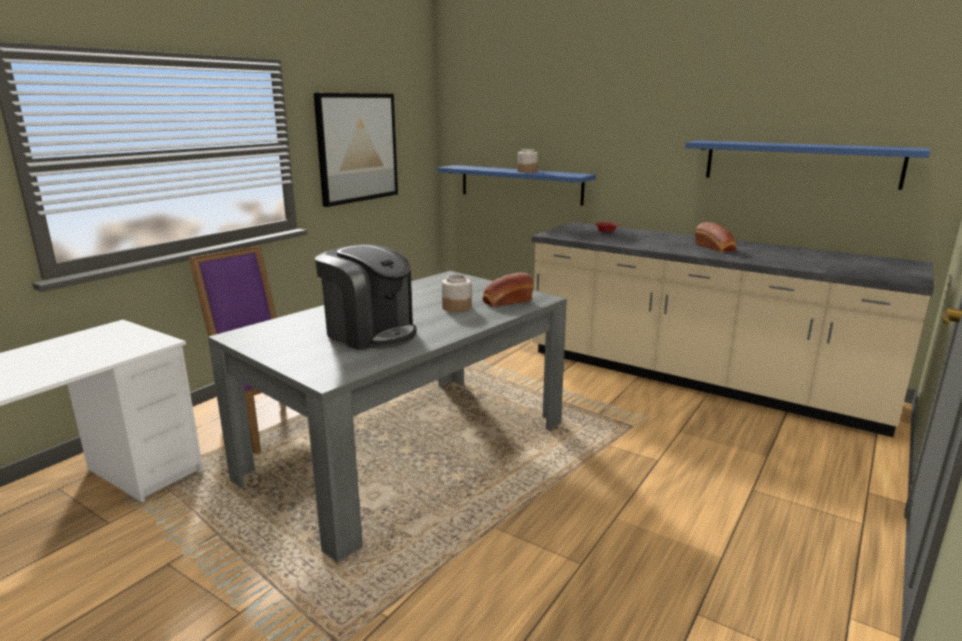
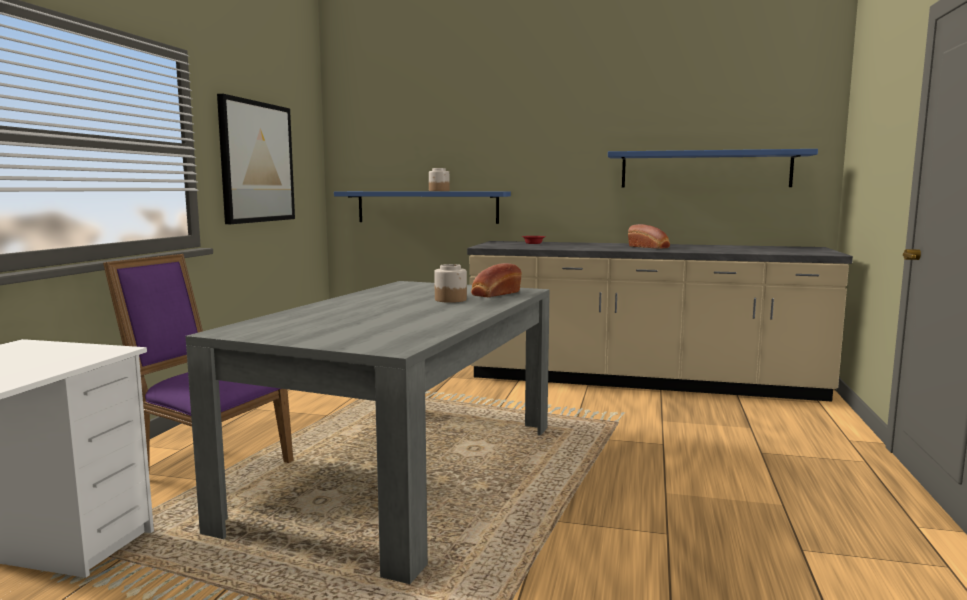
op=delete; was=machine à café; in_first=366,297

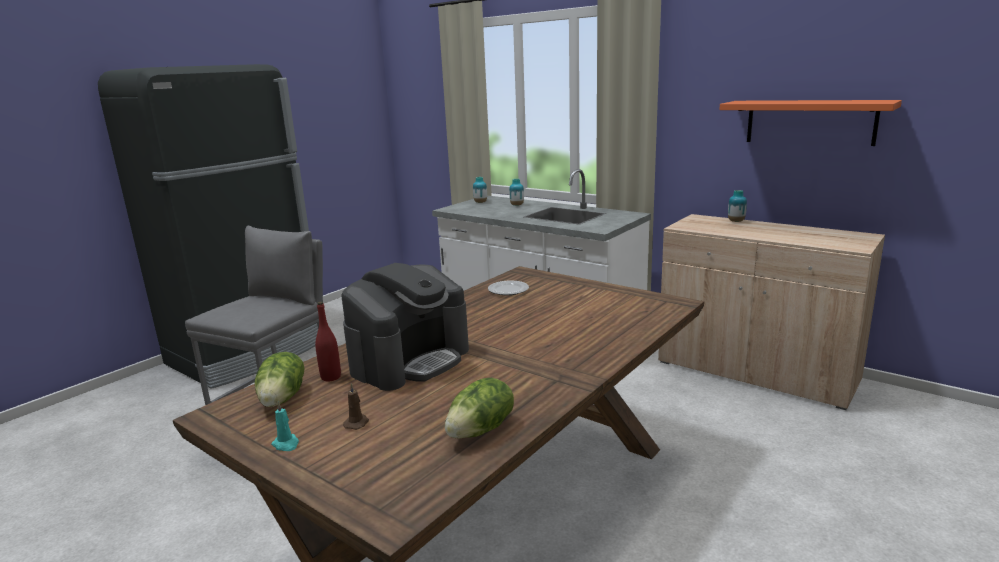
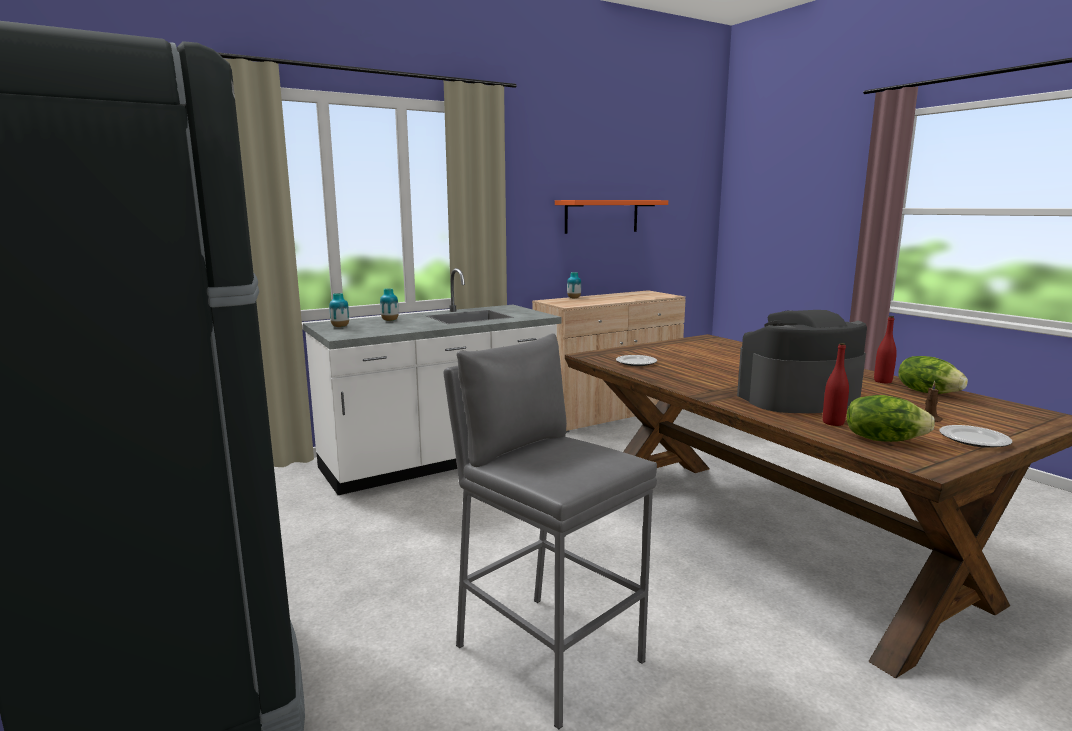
op=insert; now=bouteille [rouge]; in_second=885,349
op=replace; was=bougie [turquoise]; now=assiette; in_first=285,426; in_second=975,436
op=rotate; was=machine à café; in_first=405,327; in_second=802,361; clockwise=-75

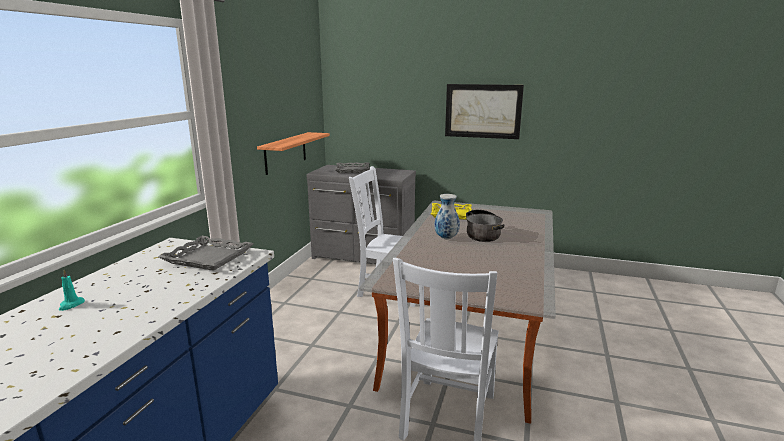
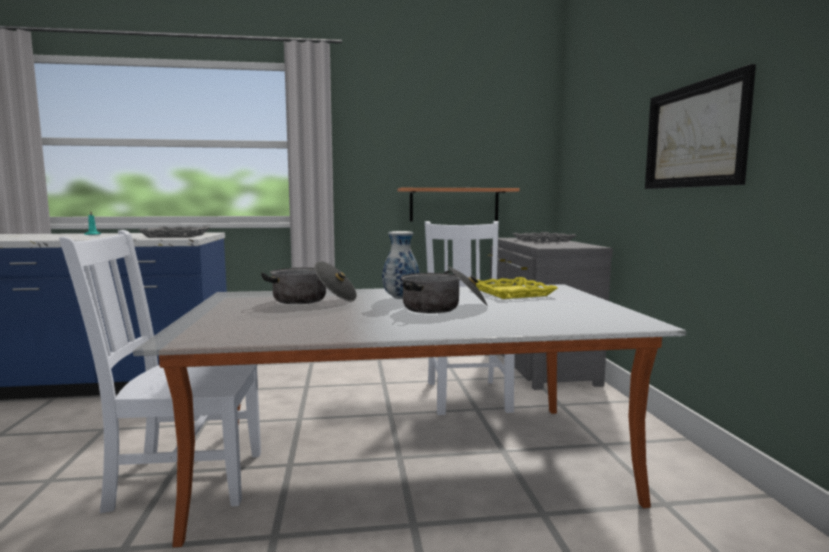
op=insert; now=marmite; in_second=309,282

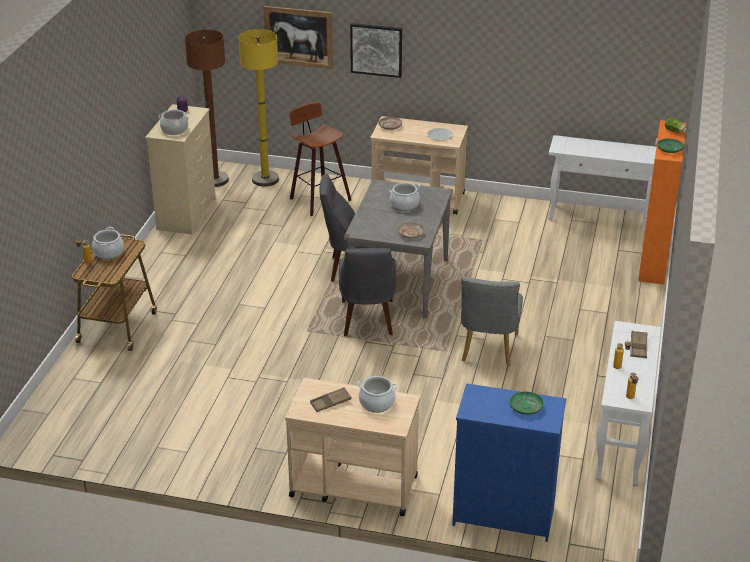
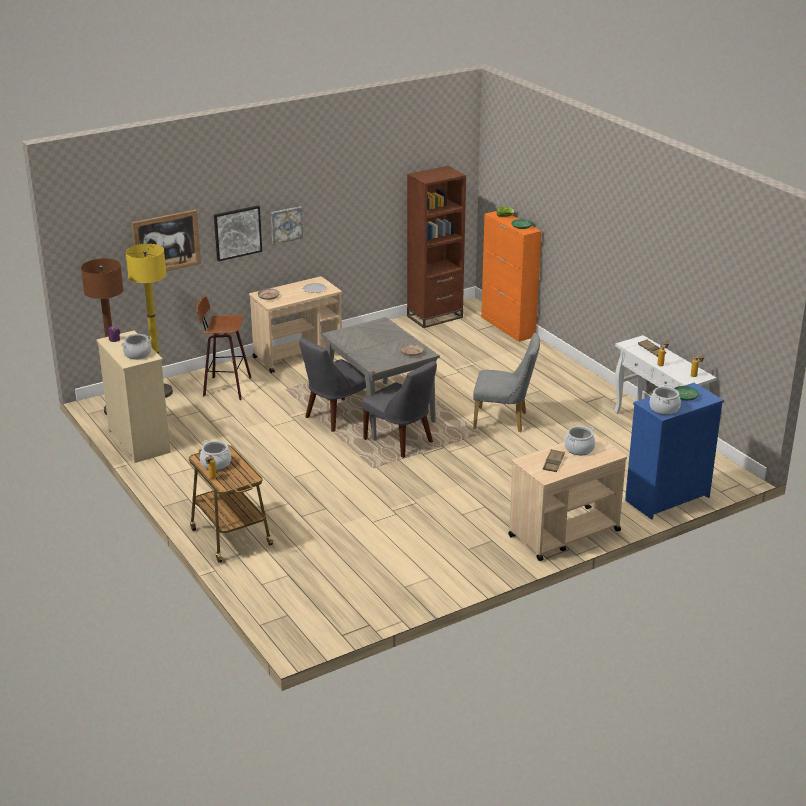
op=insert; now=tableau; in_second=287,225
op=move; was=marmite; in_first=405,197; in_second=665,399
op=replace; was=table console [blanc]; now=bibliothèque [marron]; in_first=602,183; in_second=436,247
op=rotate; was=chaise [gris]; in_first=492,321; in_second=506,382; clockwise=-45

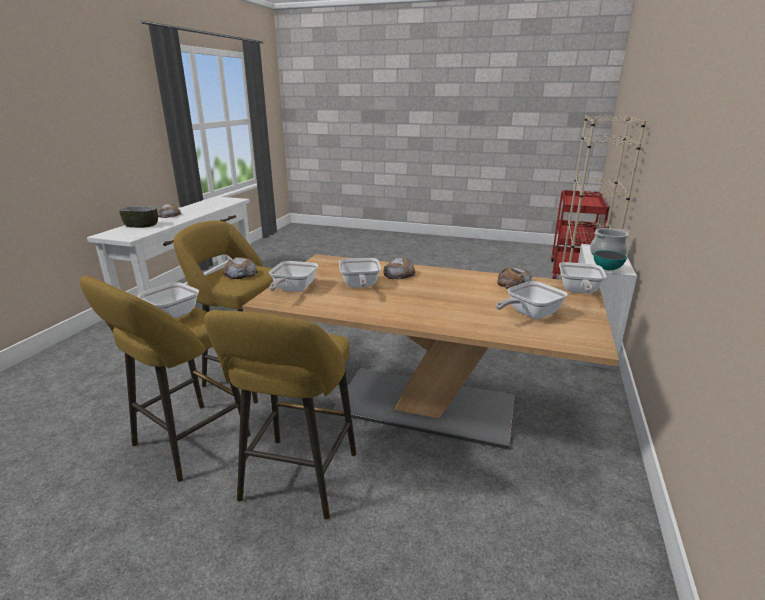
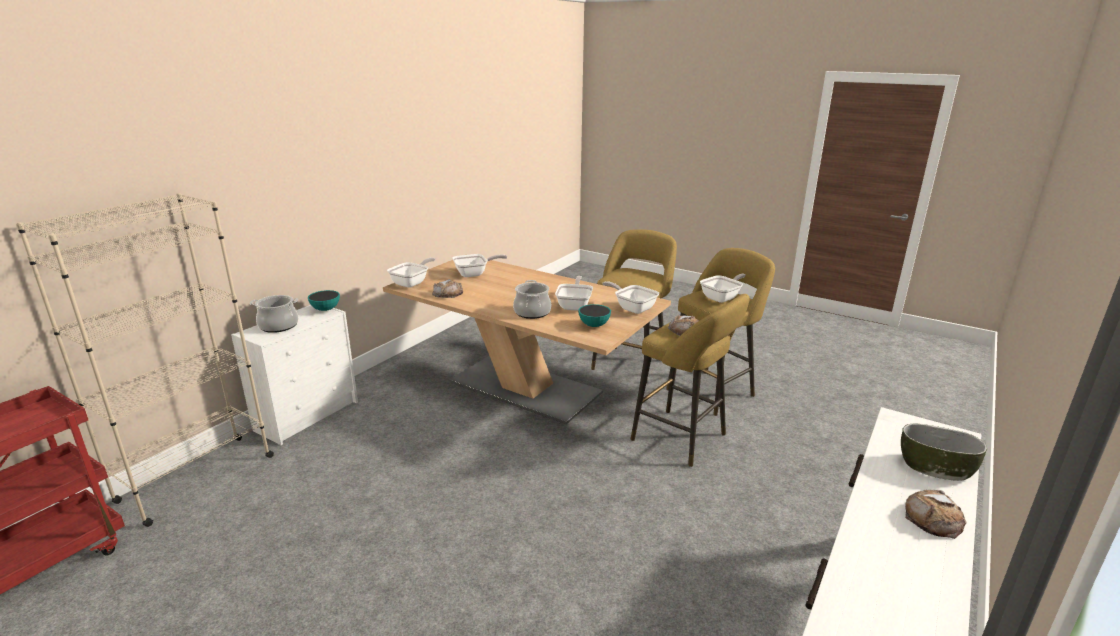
op=insert; now=bol; in_second=594,315
op=replace; was=pain; now=marmite; in_first=399,269; in_second=532,299
op=rotate; was=poêle; in_first=293,276; in_second=631,297; clockwise=-75

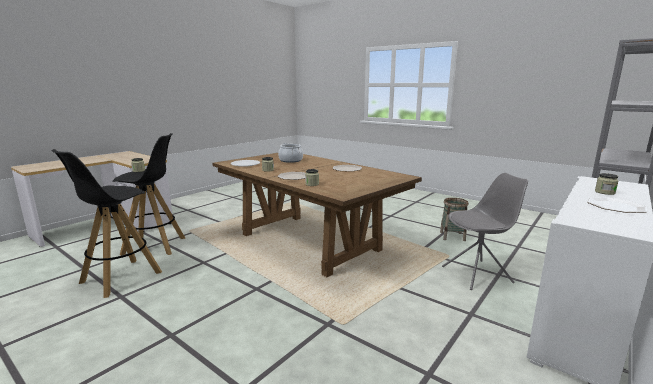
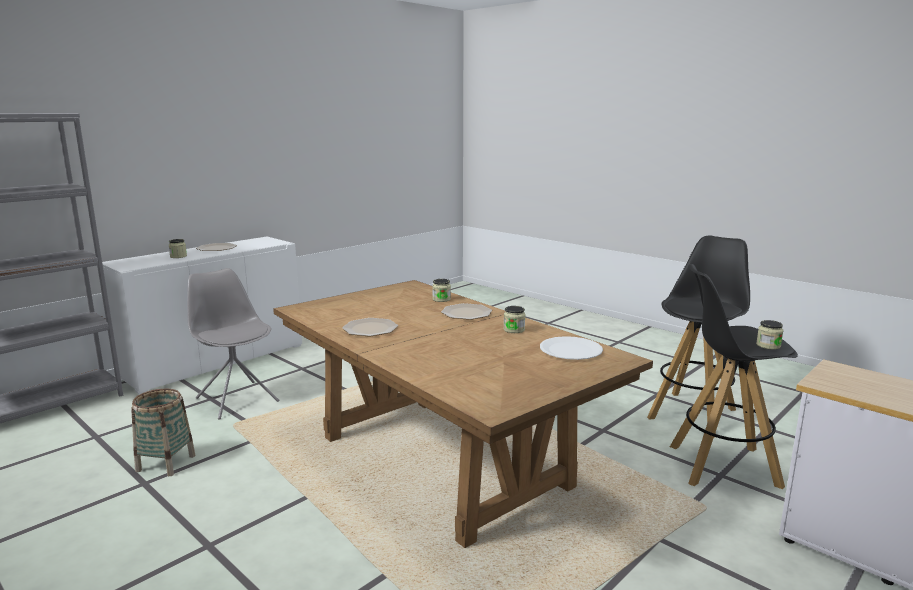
op=delete; was=marmite; in_first=290,153
op=rotate; was=chaise [gris]; in_first=485,231; in_second=233,344; clockwise=60

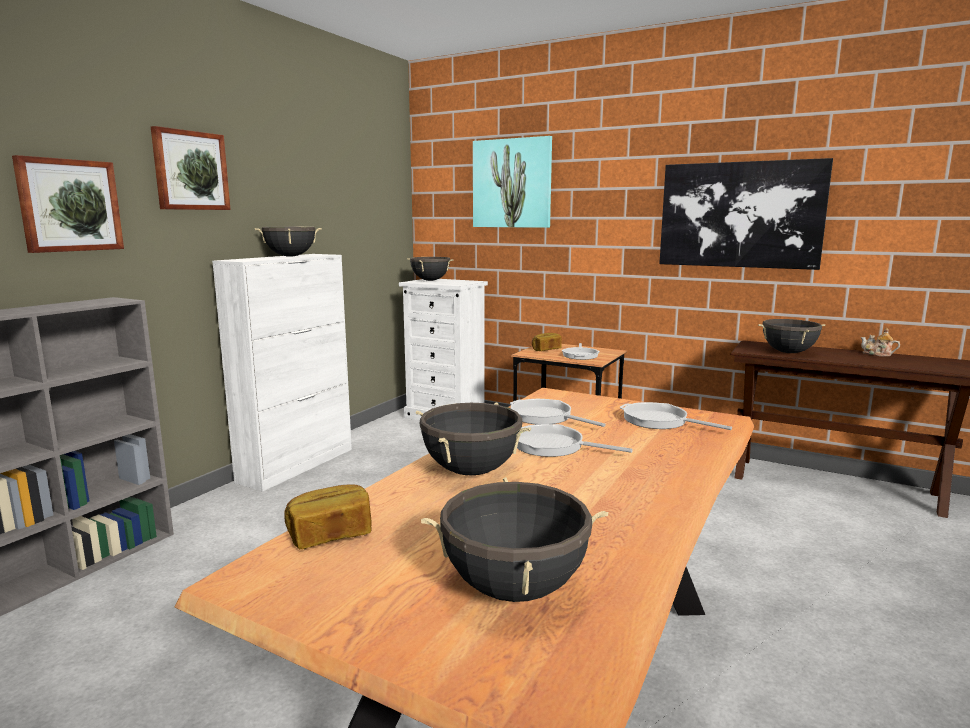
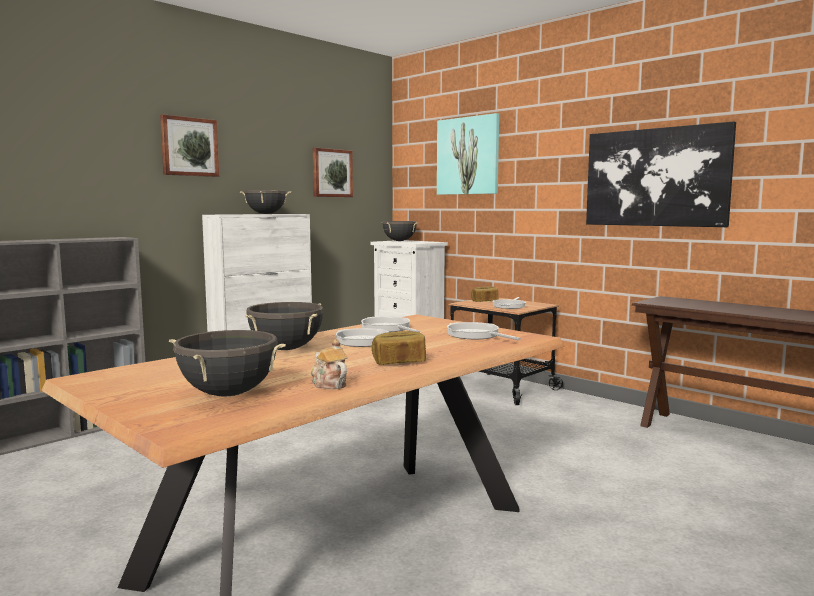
op=delete; was=marmite [noir]; in_first=791,336
op=move; was=tableau; in_first=68,204; in_second=333,172
op=move; was=pain; in_first=327,517; in_second=399,348
op=move; was=théière; in_first=880,342; in_second=329,364

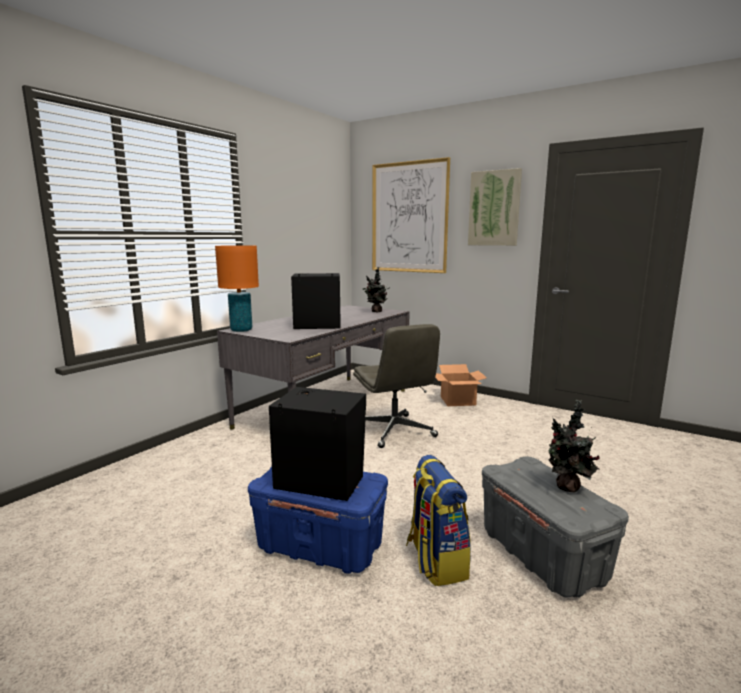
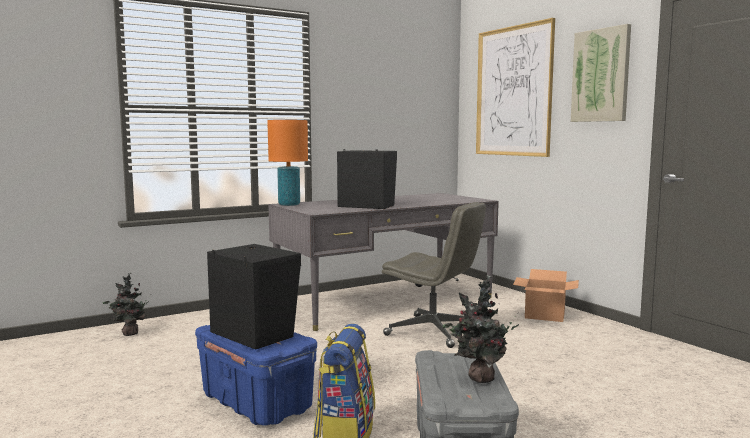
op=move; was=plante en pot; in_first=376,289; in_second=126,304
op=rotate; was=chaise de bureau [gris]; in_first=396,386; in_second=434,275; clockwise=-60

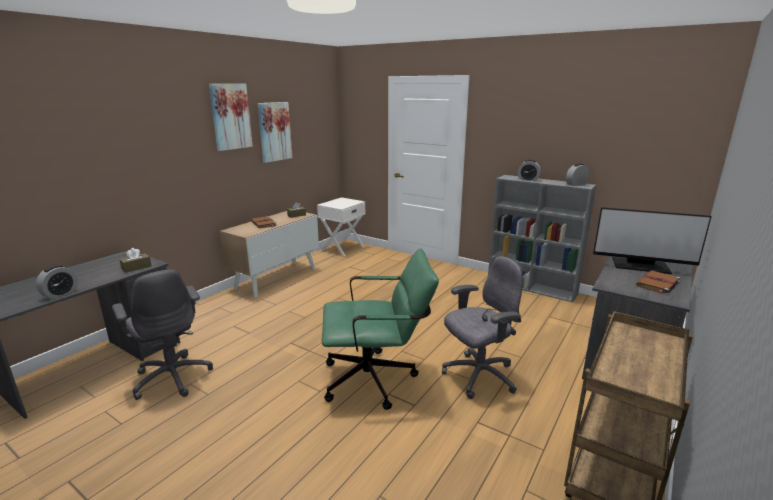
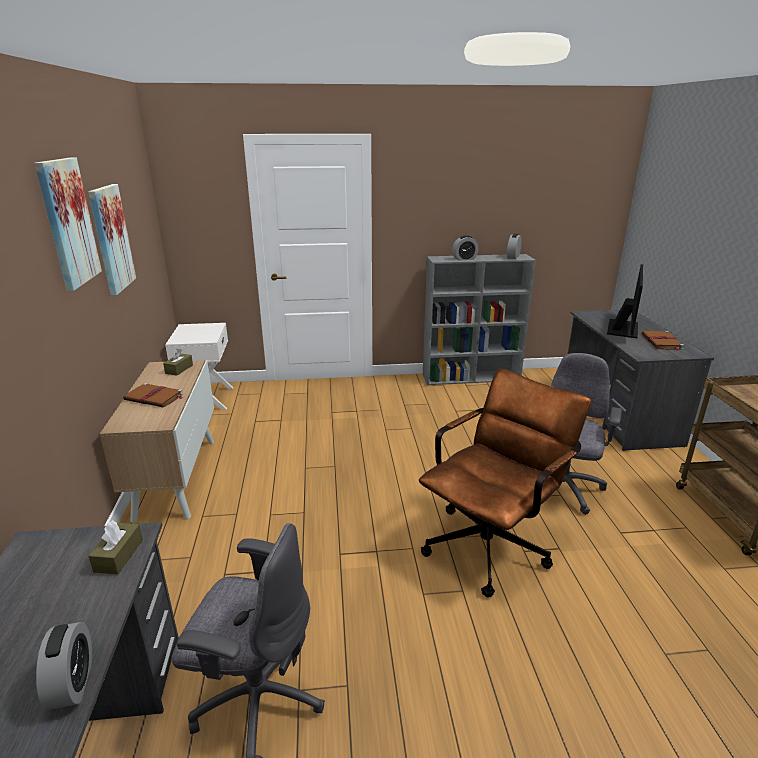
op=recolor; was=chaise de bureau [vert]; now=chaise de bureau [marron]; in_first=380,329; in_second=505,482
op=rotate; was=écran d'ordinateur; in_first=652,240; in_second=625,301; clockwise=-45

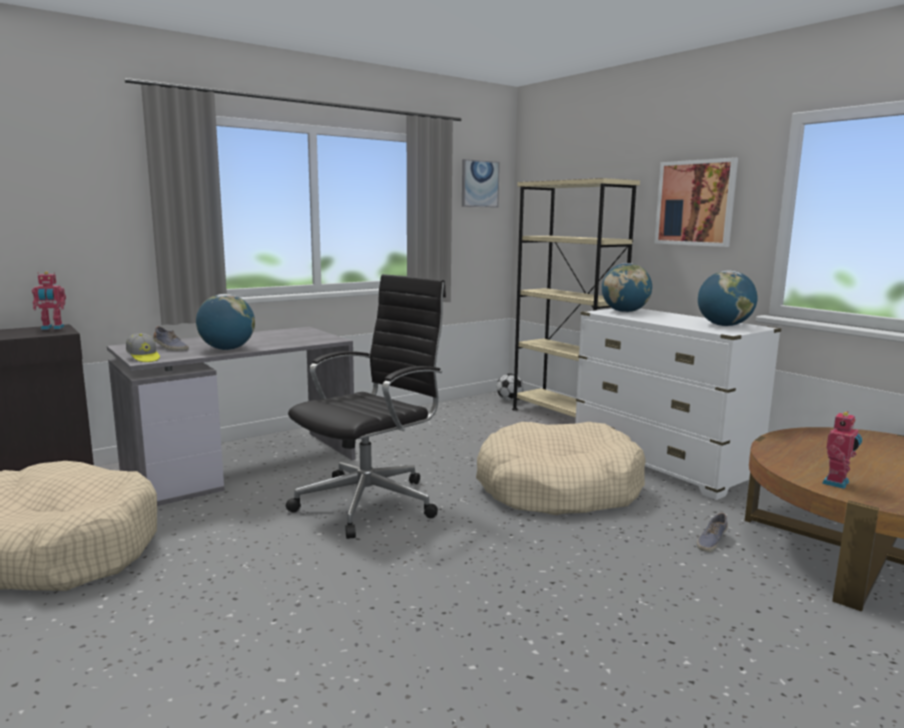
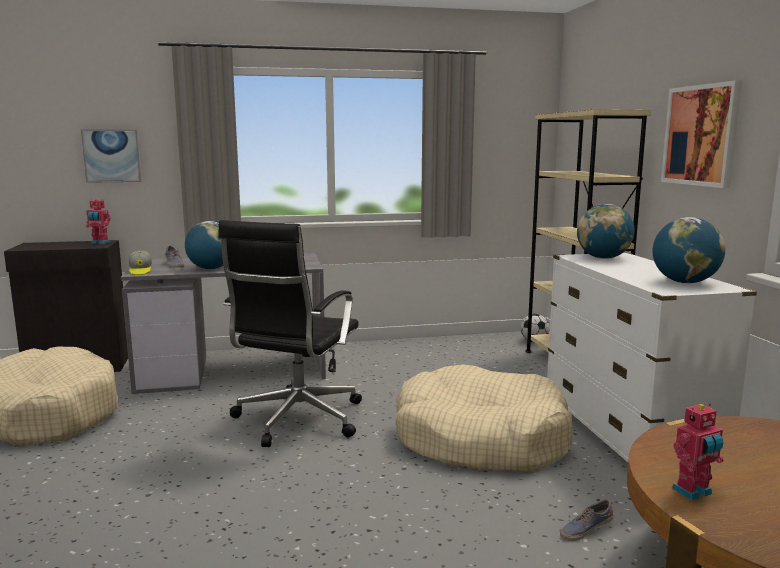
op=move; was=tableau; in_first=481,183; in_second=111,156
op=rotate; was=chaise de bureau [noir]; in_first=366,406; in_second=290,333; clockwise=135

